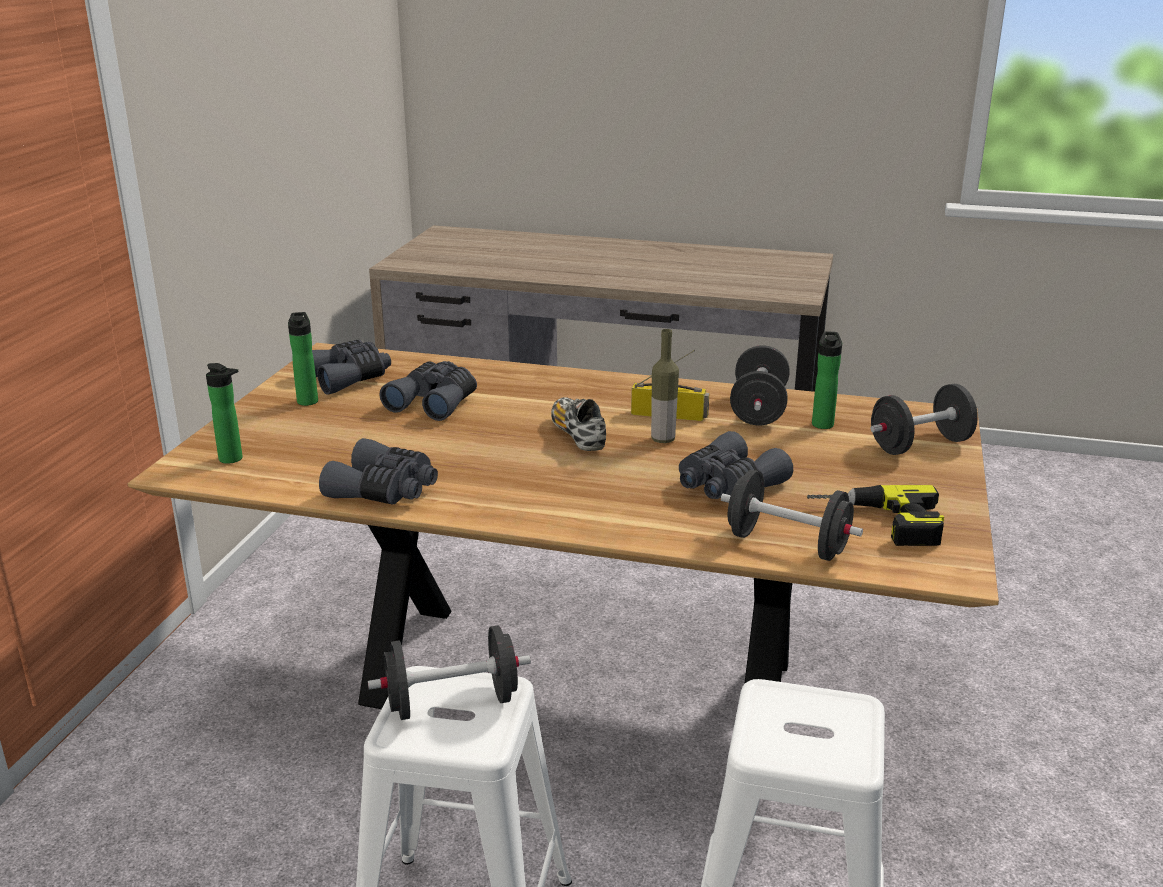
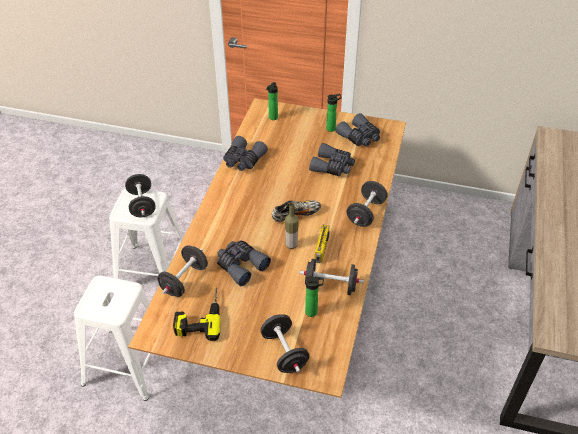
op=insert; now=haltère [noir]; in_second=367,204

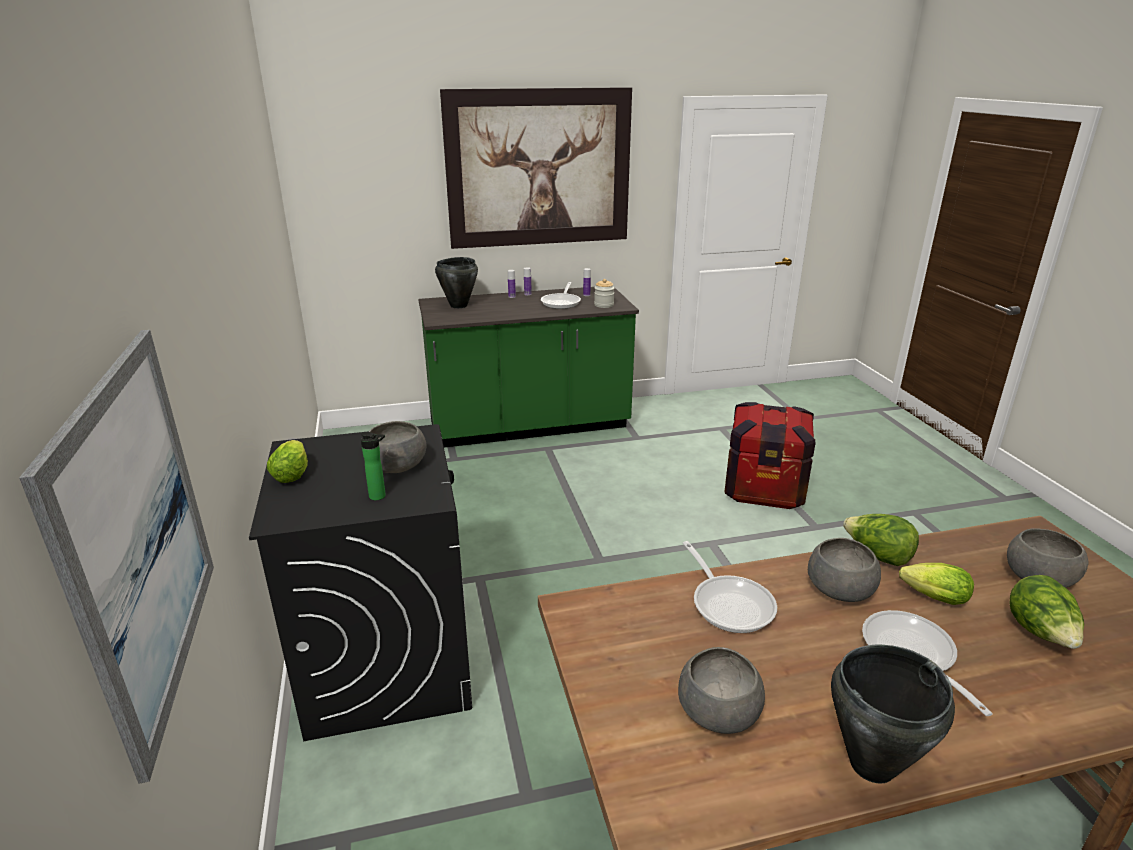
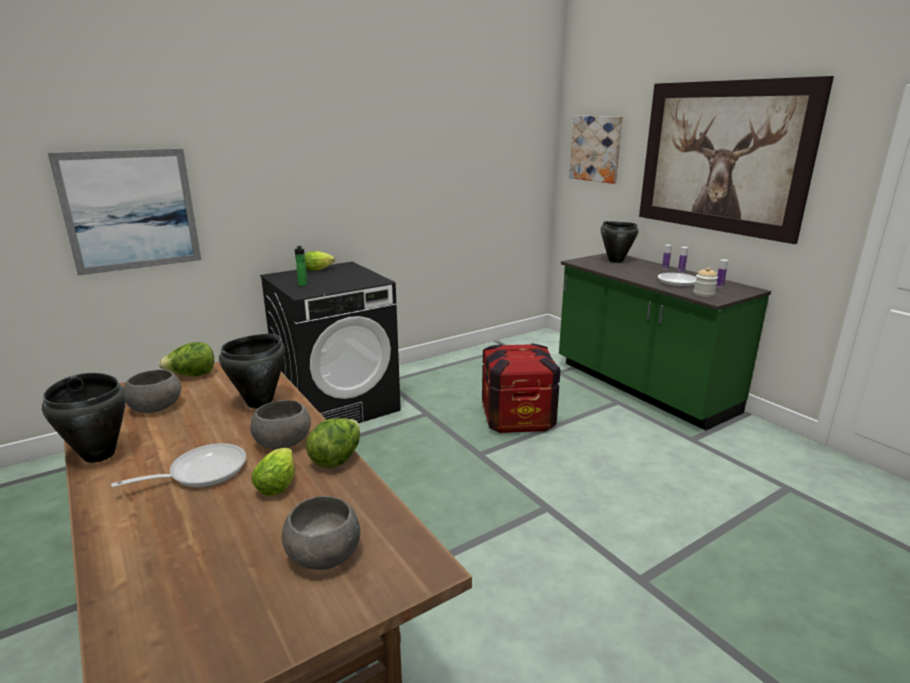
op=delete; was=bol [gris]; in_first=398,447
op=insert; now=tableau; in_second=596,150
op=move; was=caisse; in_first=770,455; in_second=521,388
op=move; was=laitue; in_first=1047,612; in_second=186,359
op=replace; was=poêle; now=marmite [noir]; in_first=730,587; in_second=252,371

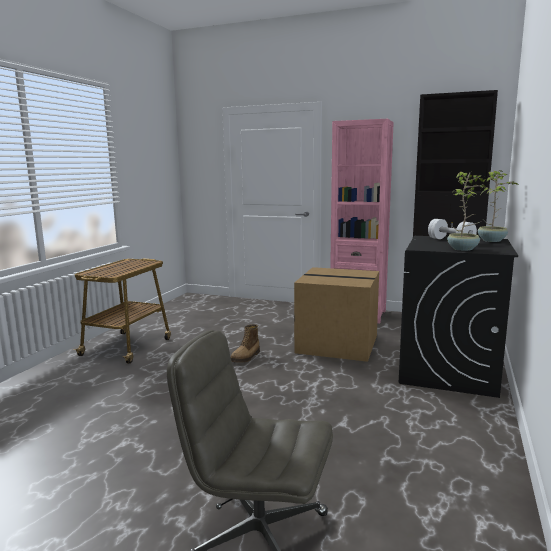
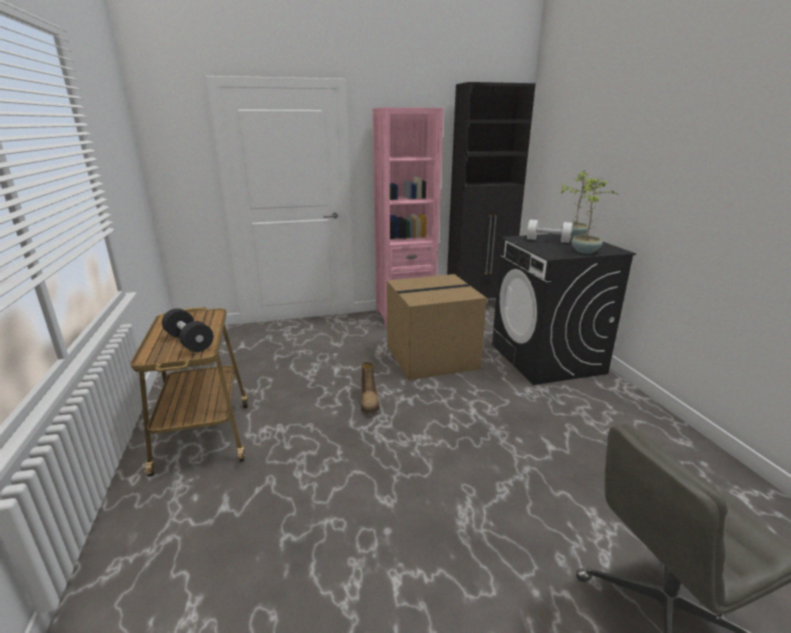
op=insert; now=haltère [noir]; in_second=187,330

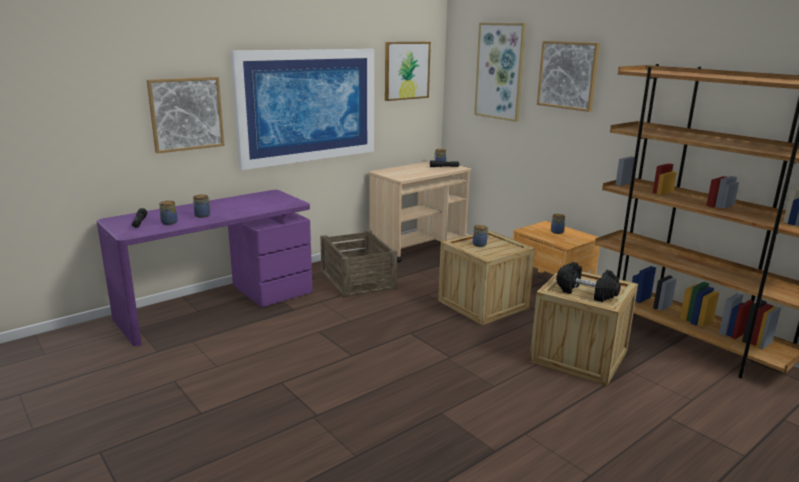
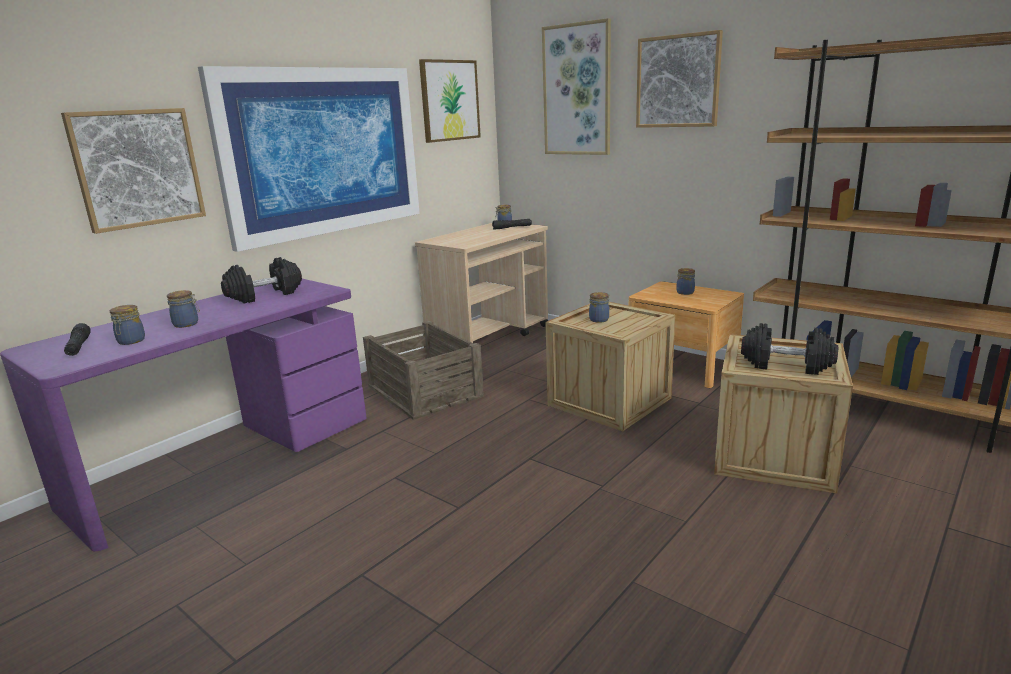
op=insert; now=haltère [noir]; in_second=261,280

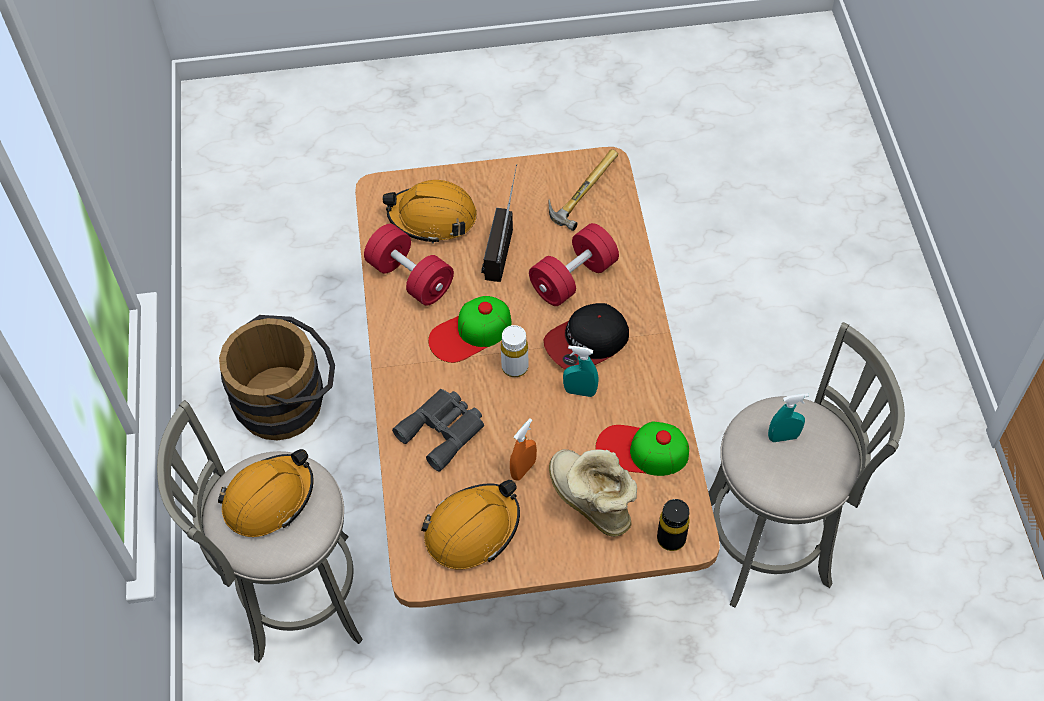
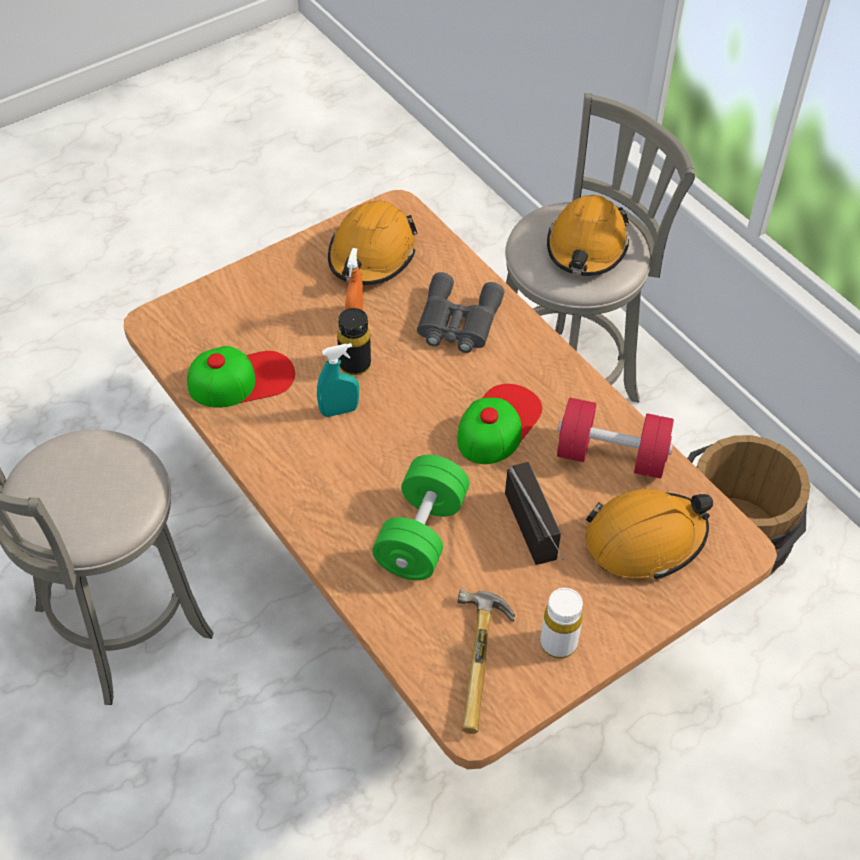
op=delete; was=casquette; in_first=586,336
op=delete; was=botte; in_first=593,493
op=delete; was=vaporisateur [turquoise]; in_first=788,417
op=move; was=bouteille [blanc]; in_first=515,351; in_second=561,623
op=move; was=bouteille [noir]; in_first=673,525; in_second=354,342
op=recolor; was=haltère [rouge]; now=haltère [vert]; in_first=574,264; in_second=420,517

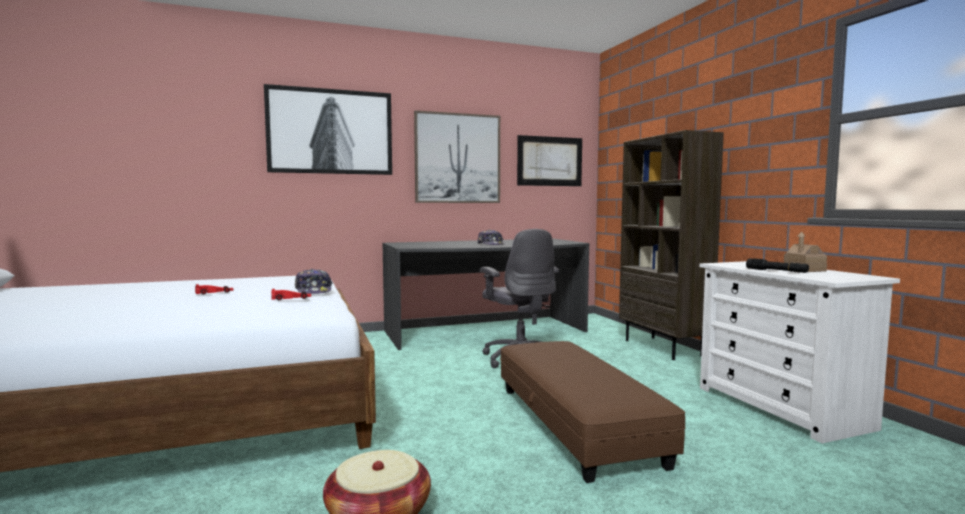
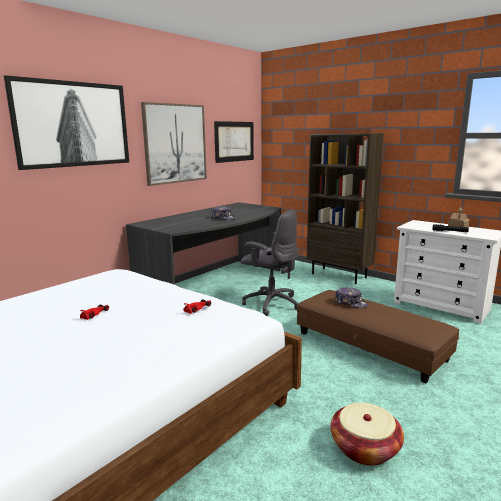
op=move; was=casquette; in_first=314,281; in_second=351,297

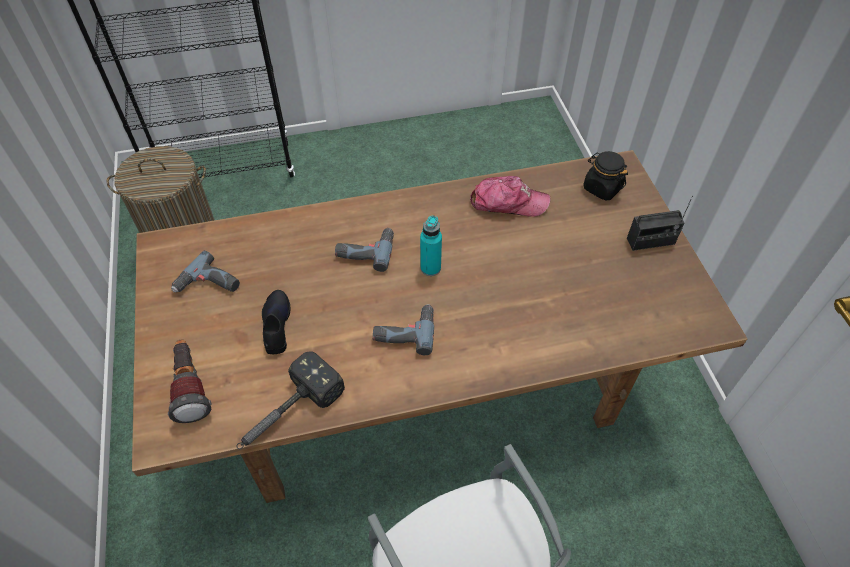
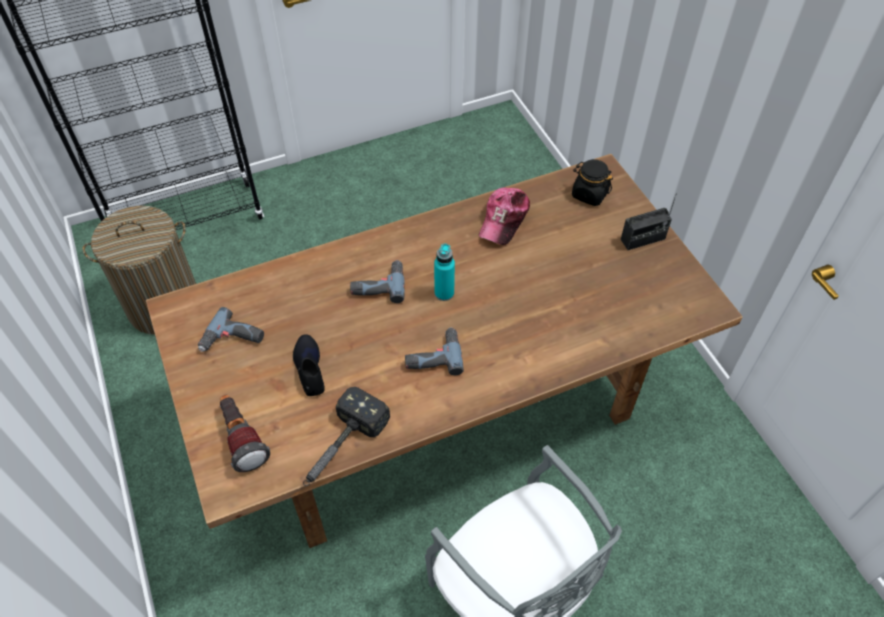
op=rotate; was=casquette; in_first=510,196; in_second=504,216; clockwise=120

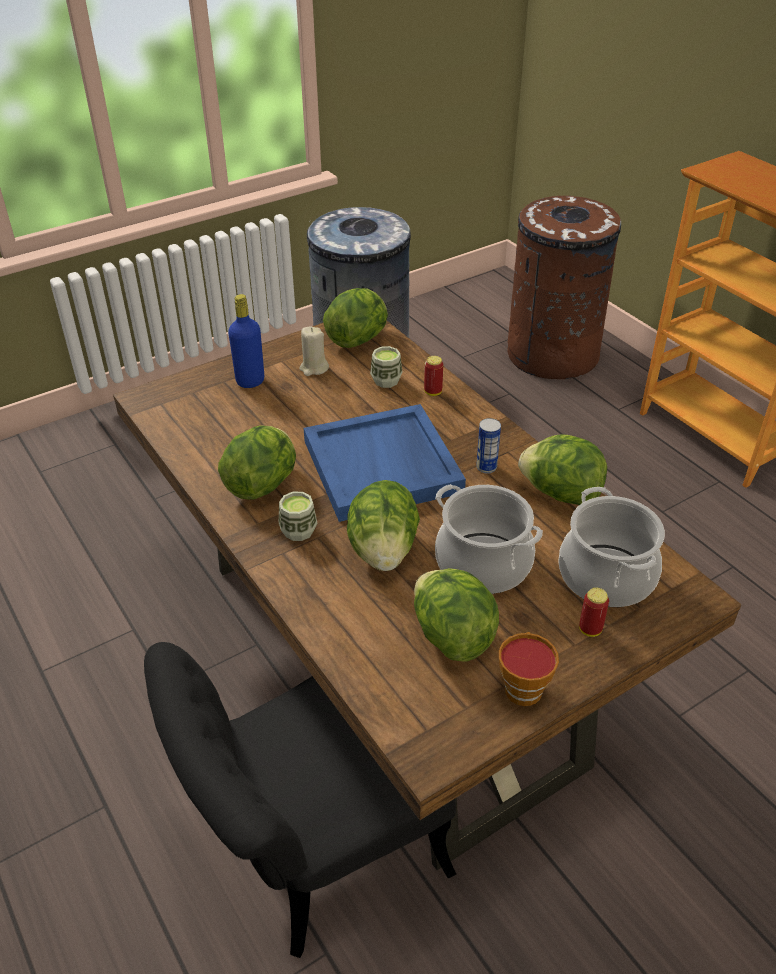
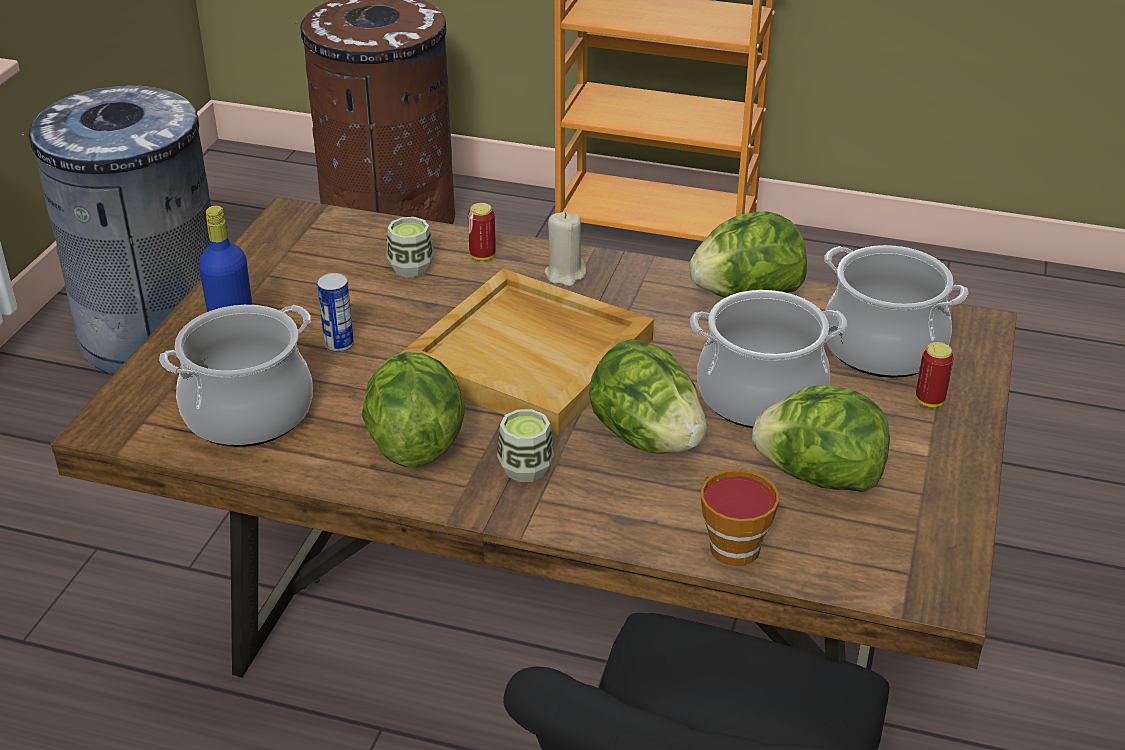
op=delete; was=laitue; in_first=355,318
op=insert; now=marmite; in_second=236,376
op=move; was=bougie [beige]; in_first=314,351; in_second=565,249
op=move; was=boîte métallique; in_first=488,445; in_second=335,313
op=move; was=tasse; in_first=529,669; in_second=740,517
op=recolor; was=plateau [bleu]; now=plateau [beige]; in_first=385,463; in_second=527,352

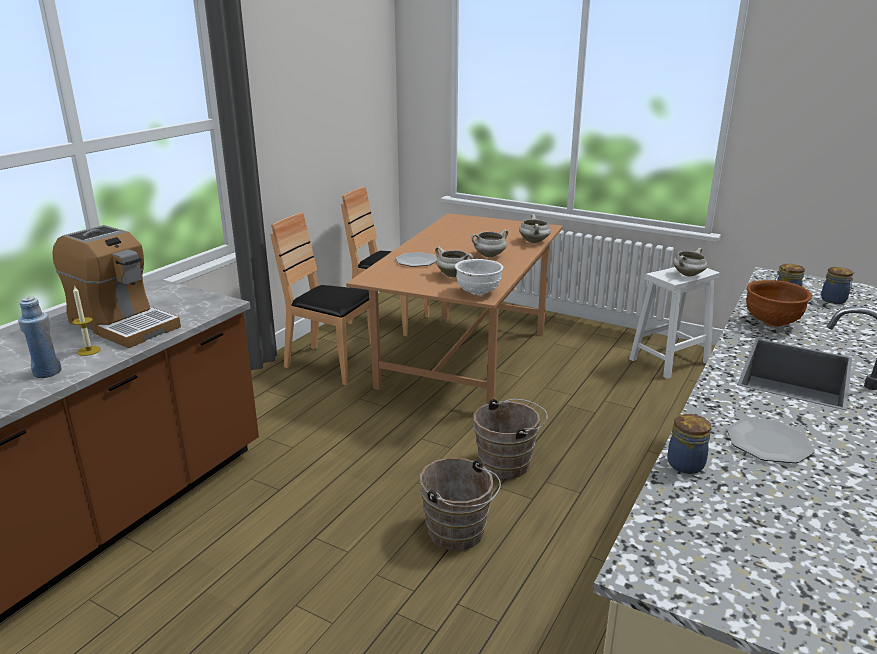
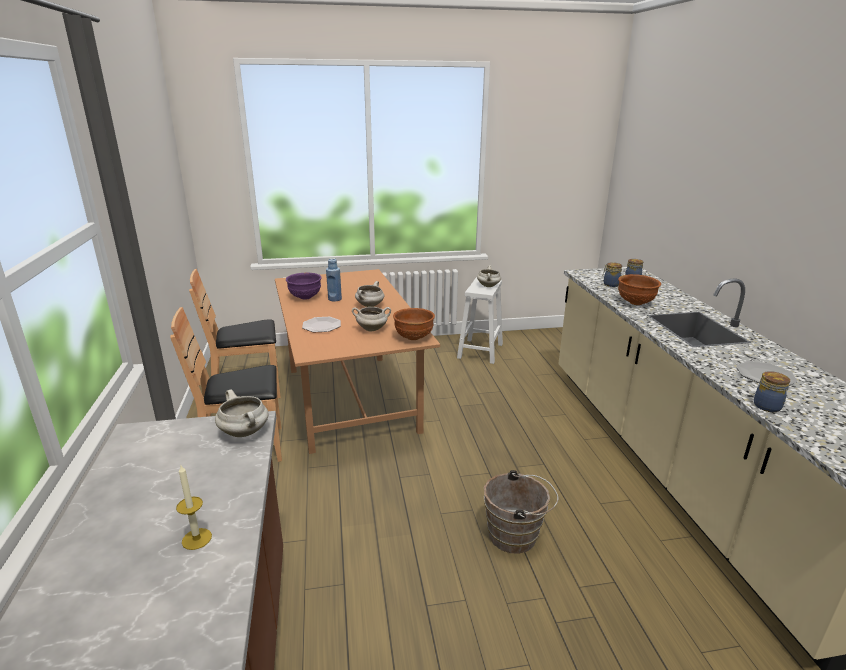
op=delete; was=machine à café; in_first=117,286
op=delete; was=seau [marron]; in_first=511,439
op=insert; now=bol [violet]; in_second=304,286
op=move; was=bouteille [bleu]; in_first=40,337; in_second=334,280
op=move; was=marmite [blanc]; in_first=535,228; in_second=242,413
op=recolor; was=bol [blanc]; now=bol [marron]; in_first=479,277; in_second=414,324

